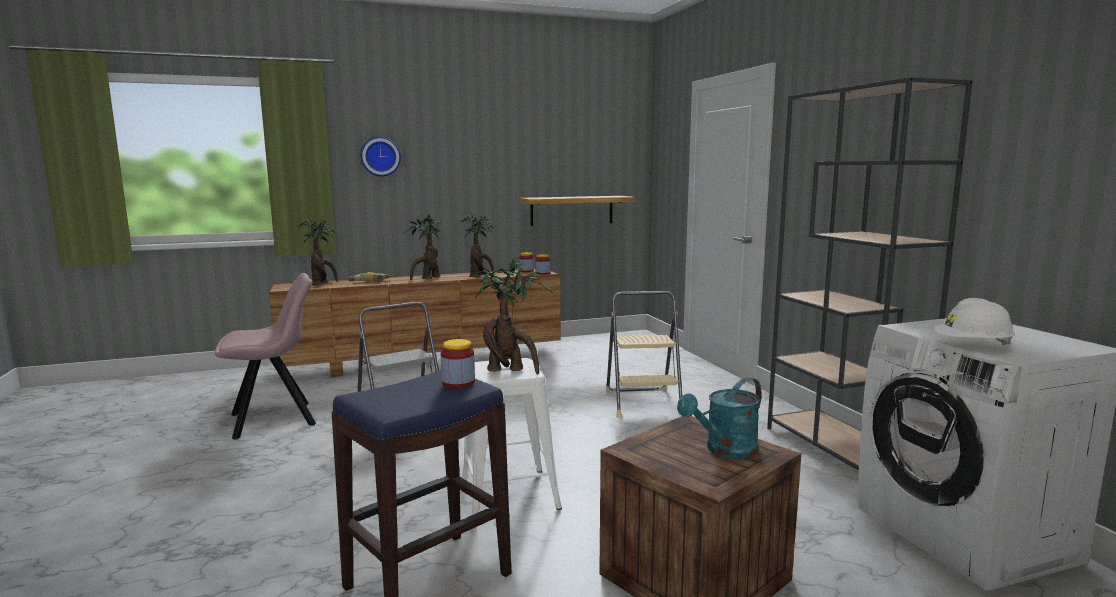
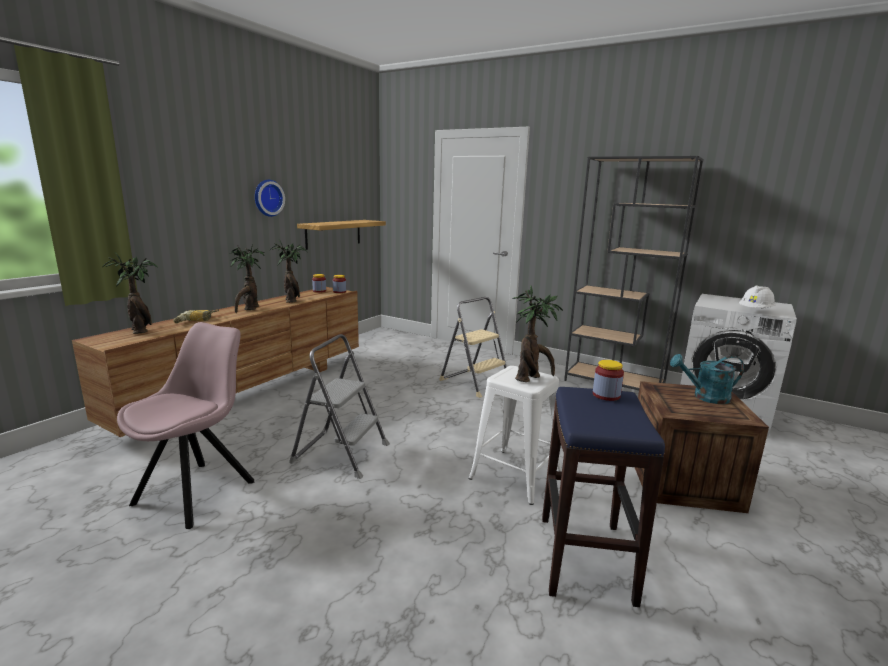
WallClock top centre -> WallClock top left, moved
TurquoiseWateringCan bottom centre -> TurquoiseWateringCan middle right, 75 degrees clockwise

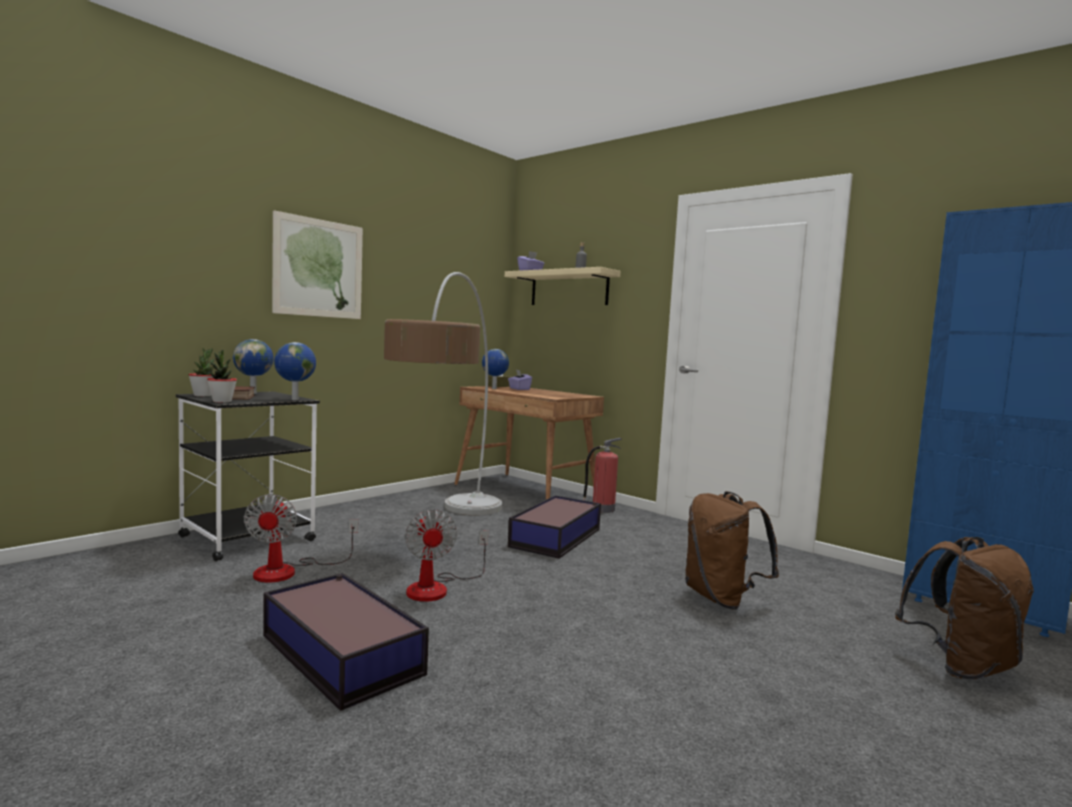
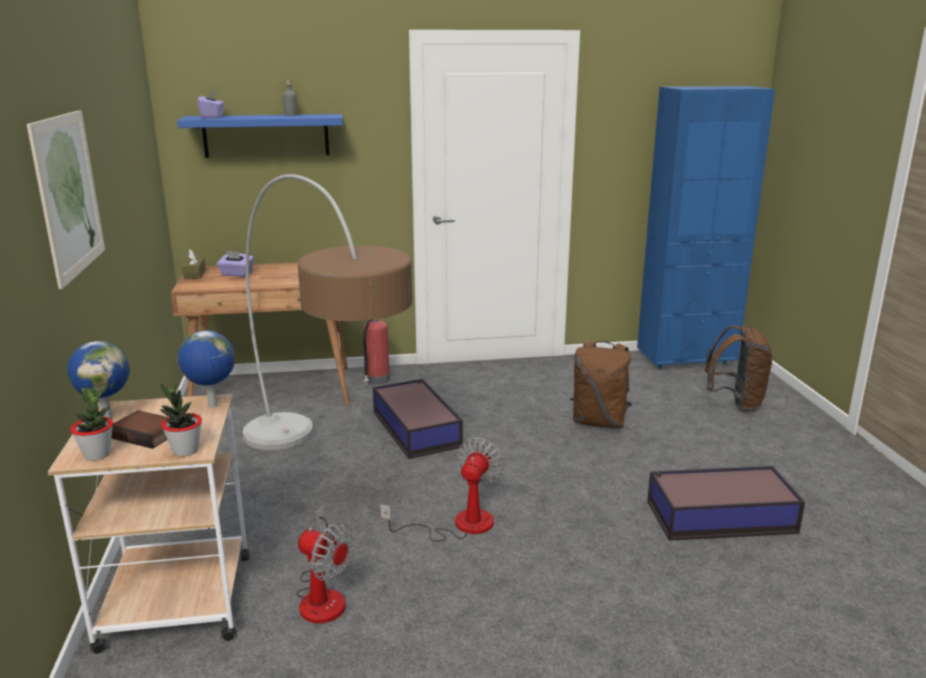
BeigeShelf centre -> BlueShelf top left
Globe (3rd from left) centre -> none
BlackCart middle left -> BeigeCart bottom left
Fan (2nd from left) bottom centre, 90 degrees counterclockwise
StorageBox (1st from left in the first image) bottom left -> StorageBox (2nd from left) bottom right, moved

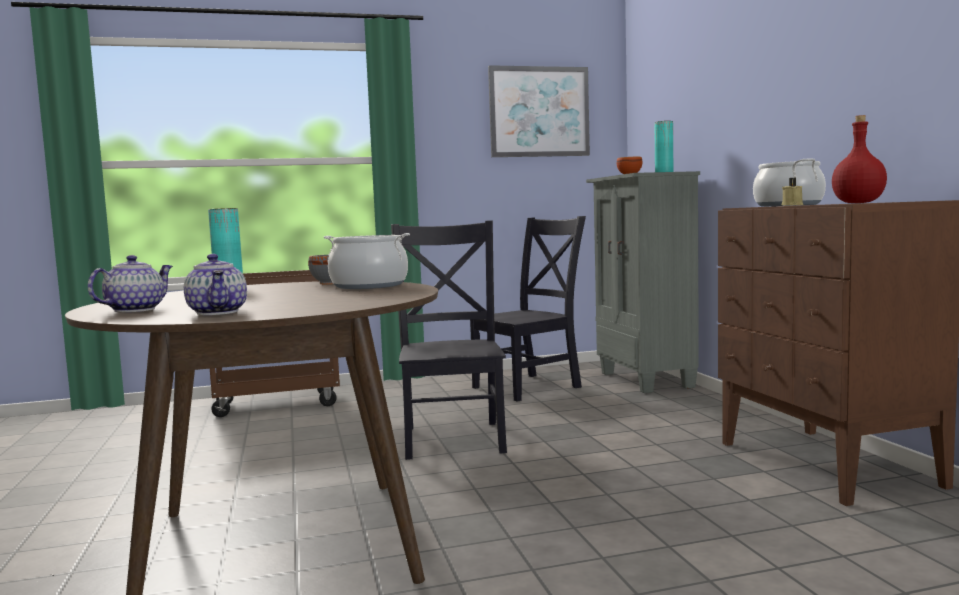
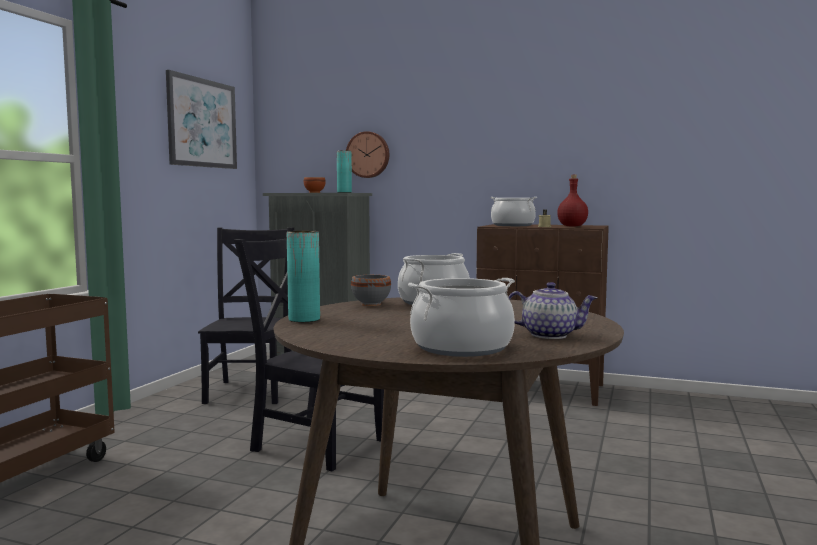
Teapot (1st from left) middle left -> CookingPot (2nd from left) centre
none -> WallClock top centre

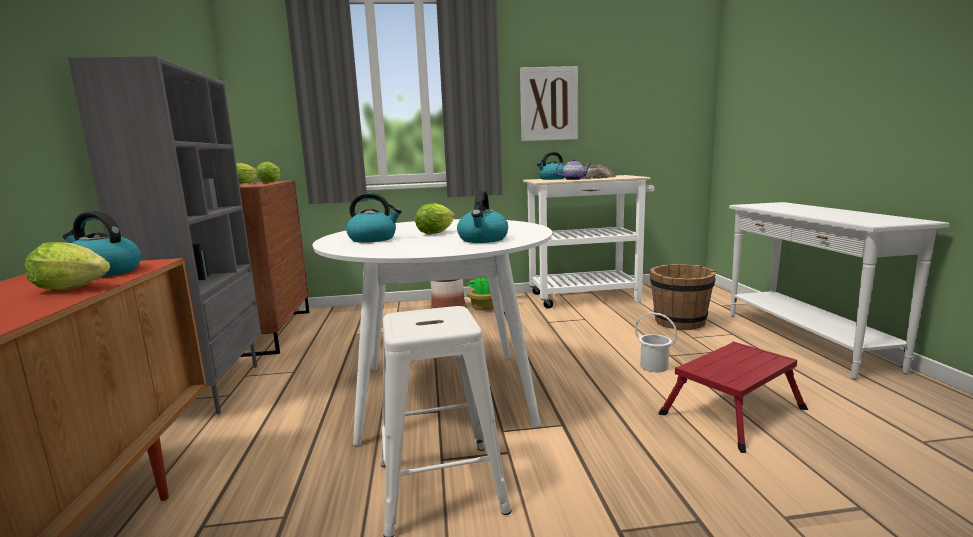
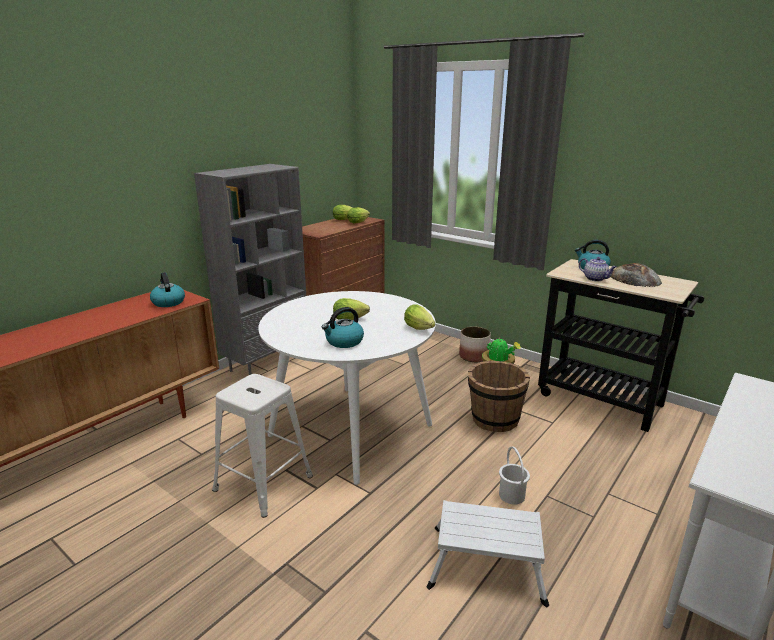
Picture top centre -> none
WhiteCart centre -> BlackCart middle right
Kettle (2nd from left) centre -> none
Lettuce (1st from left in the first image) middle left -> Lettuce (4th from left) centre, moved
BrownBucket middle right -> BrownBucket centre, moved
RedStepLadder bottom right -> WhiteStepLadder bottom centre

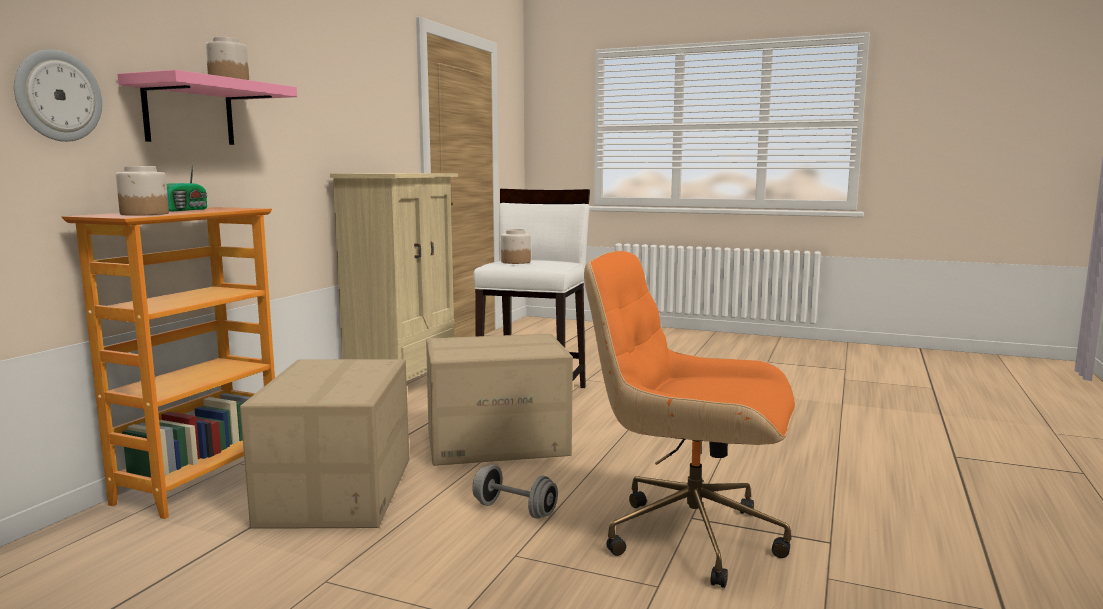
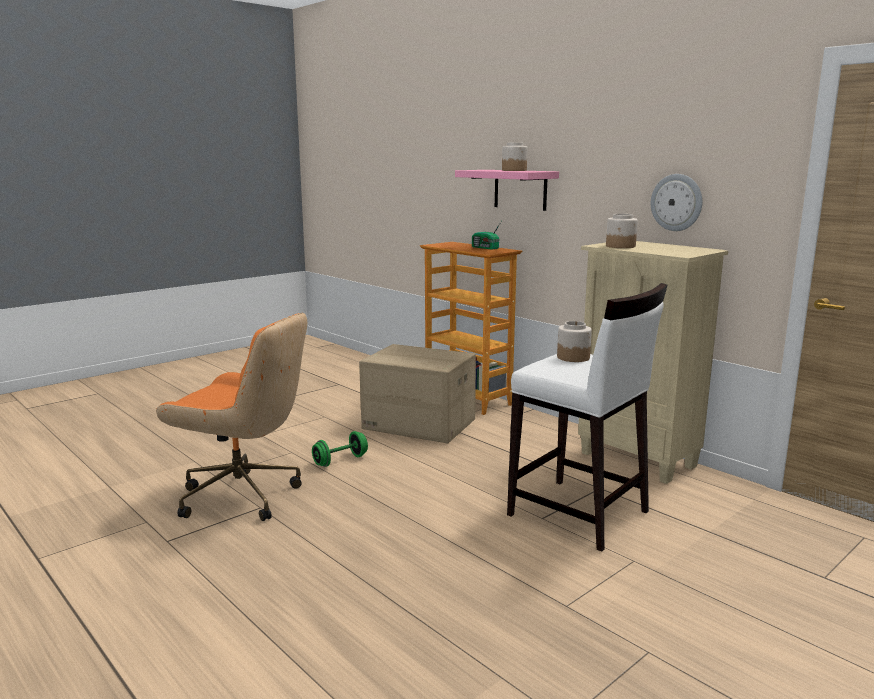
WallClock top left -> WallClock top right, moved
Jar (1st from left in the first image) top left -> Jar (3rd from left) top right, moved
OrangeOfficeChair bottom centre -> OrangeOfficeChair middle left, 60 degrees clockwise
CardboardBox (2nd from left) centre -> none
GreyDumbbell bottom centre -> GreenDumbbell centre

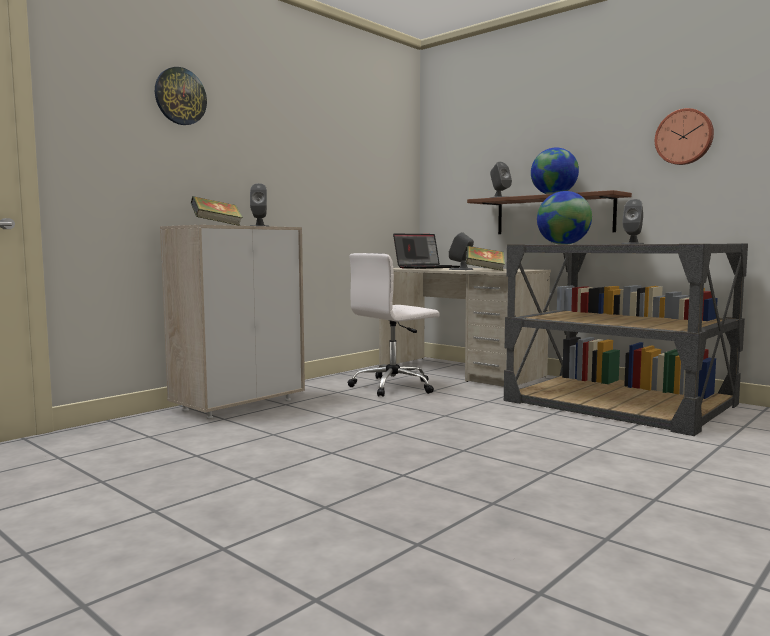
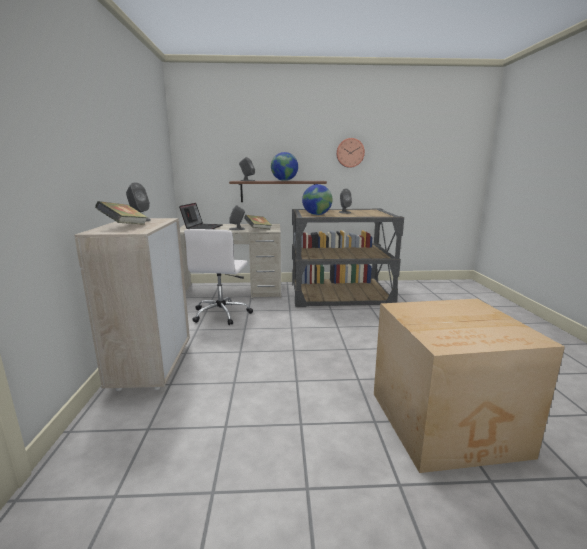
WallClock (1st from left) top left -> none
none -> CardboardBox bottom right

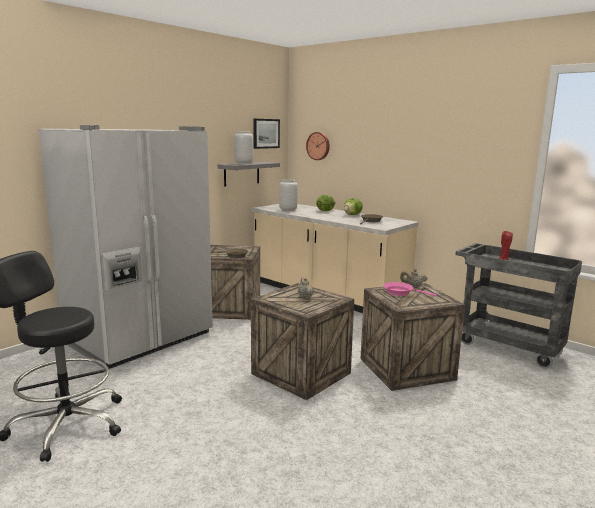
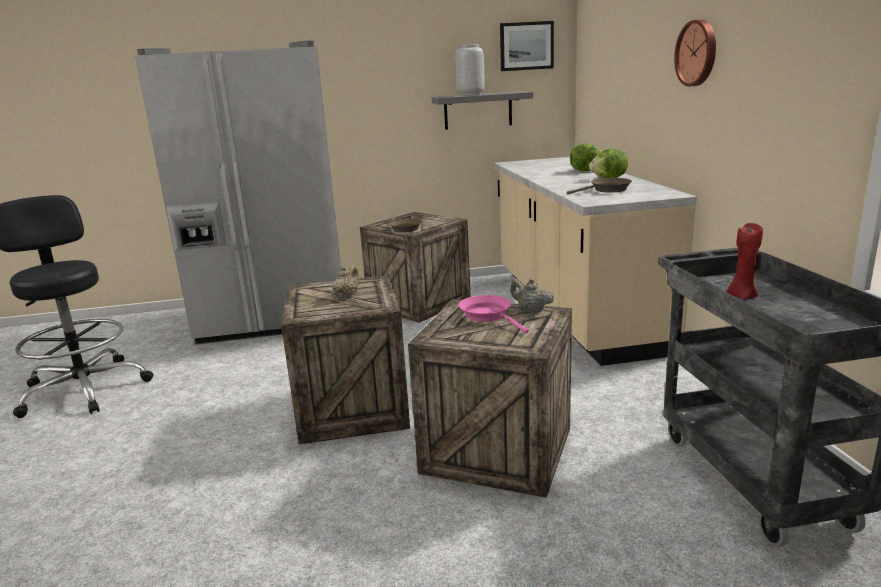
WallClock top centre -> WallClock top right, moved
GreyVase (2nd from left) centre -> none

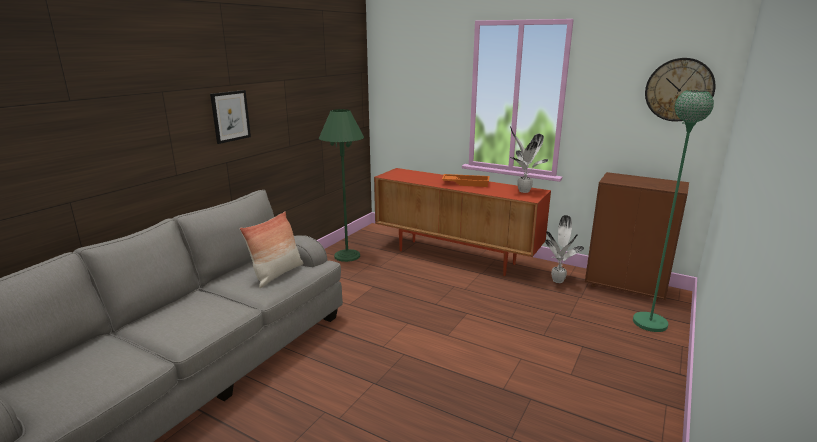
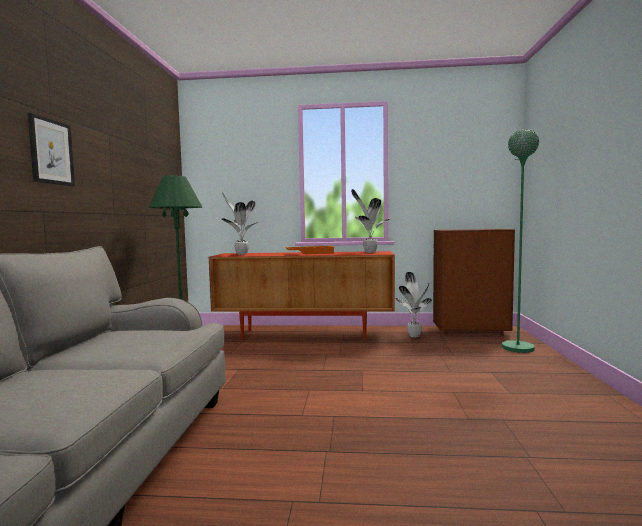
WallClock top right -> none
Pillow middle left -> none
none -> PottedPlant (1st from left) centre

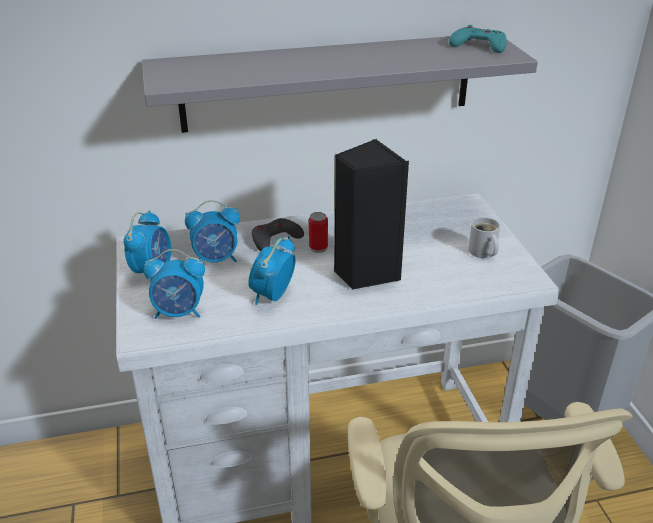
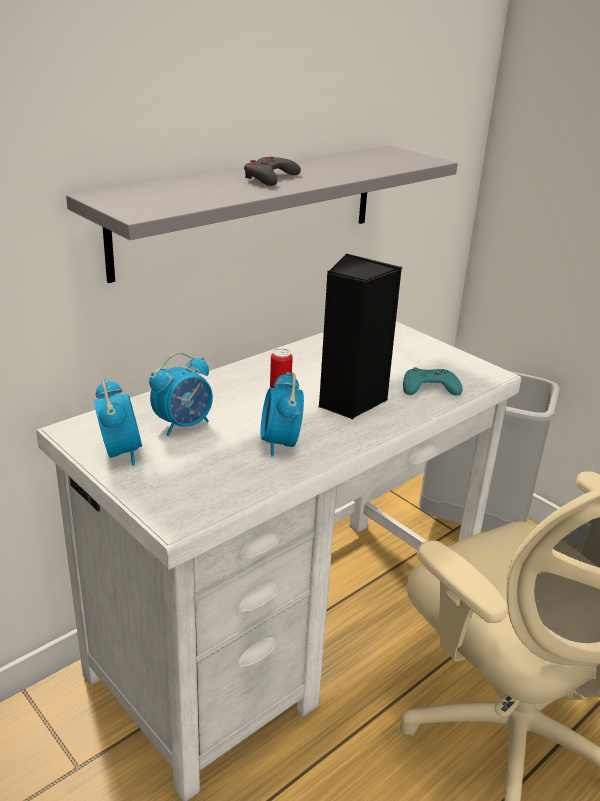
TurquoiseGameController top right -> TurquoiseGameController middle right, moved
WhiteMug middle right -> none
GreyGameController centre -> GreyGameController top centre, moved
AlarmClock (2nd from left) middle left -> none

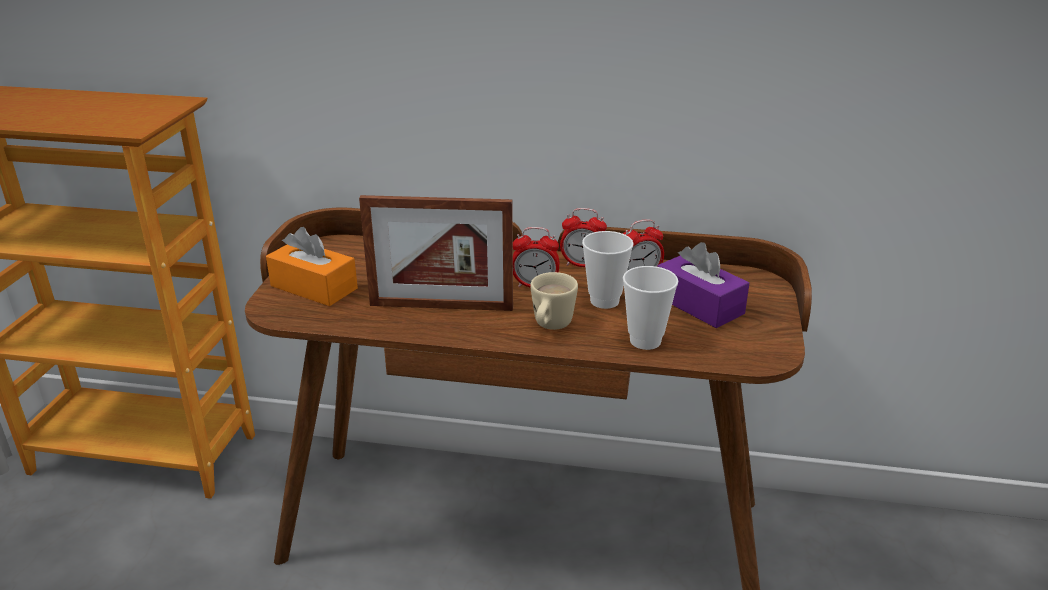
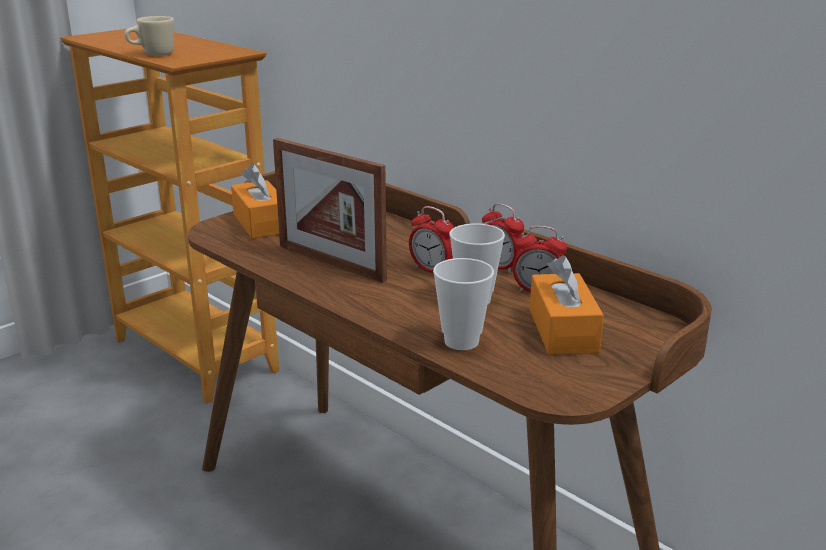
PurpleTissueBox middle right -> OrangeTissueBox (2nd from left) middle right
BeigeMug centre -> BeigeMug top left, moved

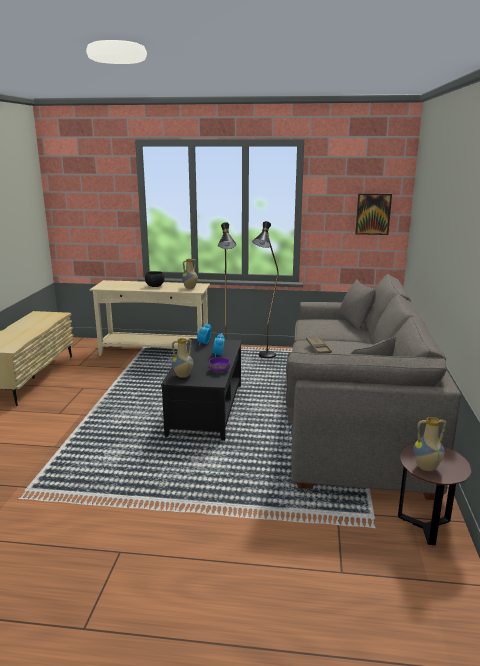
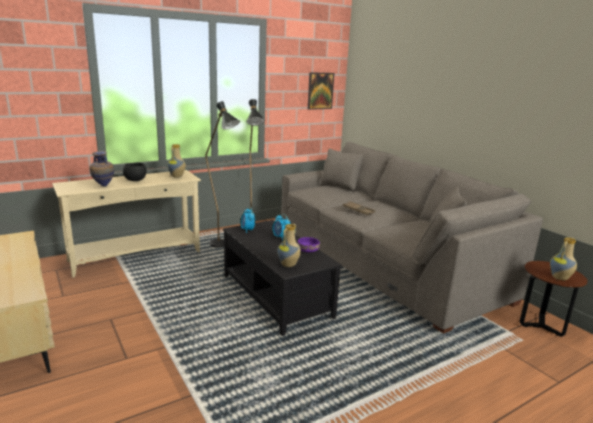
none -> Vase (1st from left) middle left

